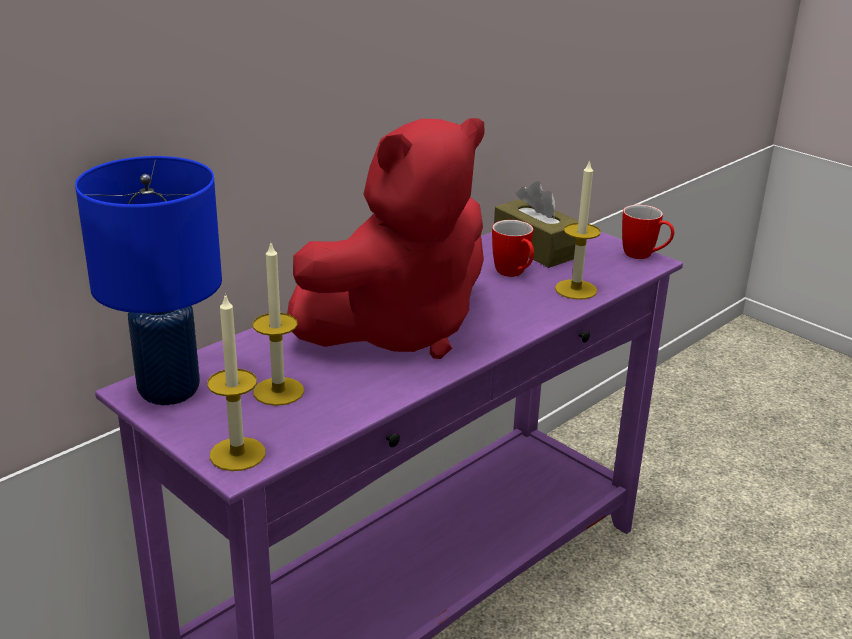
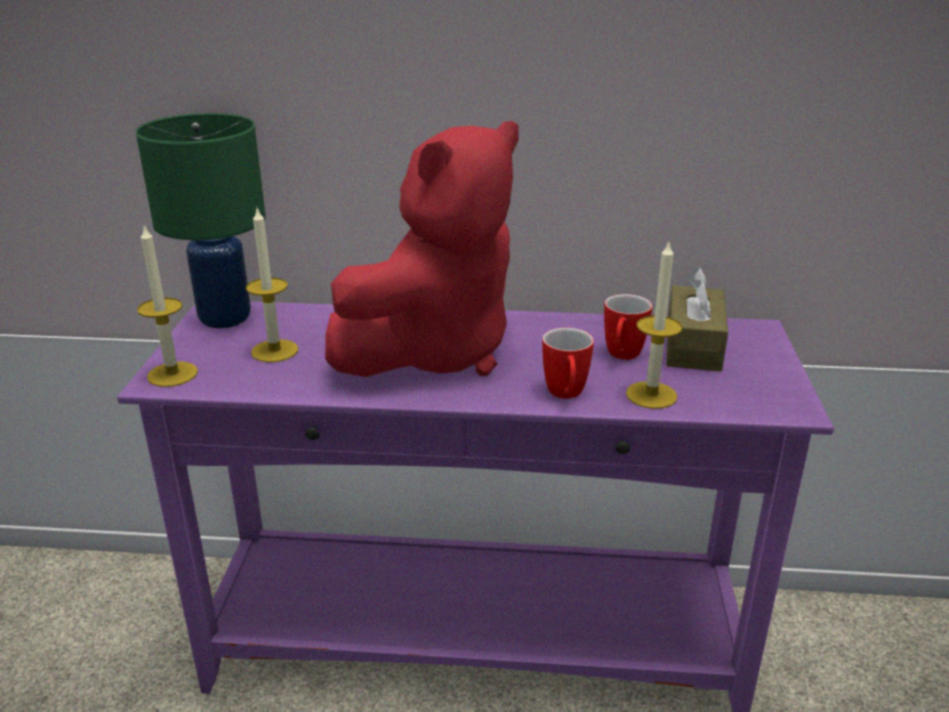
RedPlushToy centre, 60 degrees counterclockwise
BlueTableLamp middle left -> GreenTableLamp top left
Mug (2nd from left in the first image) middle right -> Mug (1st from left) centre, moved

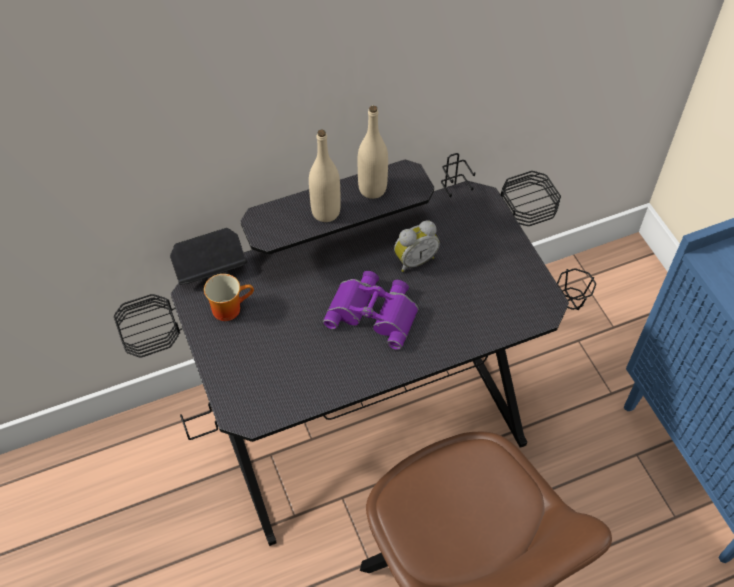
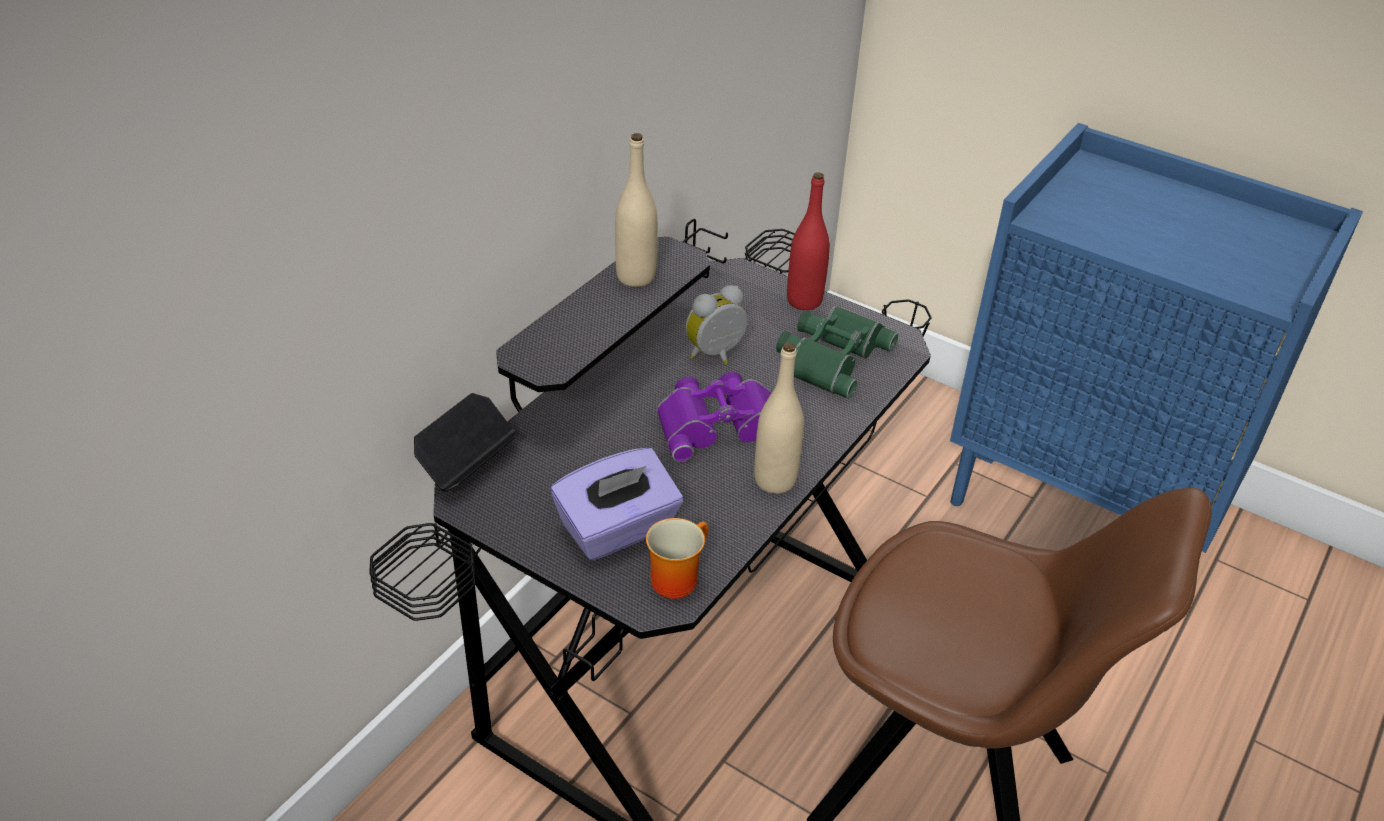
BeigeBottle (1st from left in the first image) top centre -> BeigeBottle (2nd from left) centre, moved
AlarmClock centre, 150 degrees counterclockwise
Mug middle left -> Mug bottom centre, moved
none -> RedBottle top centre
none -> GreenBinoculars centre
none -> PurpleTissueBox centre

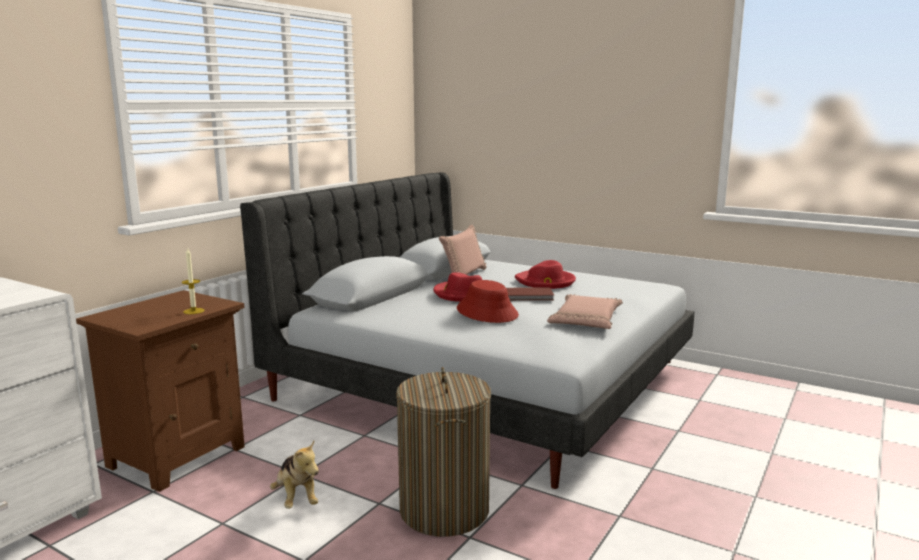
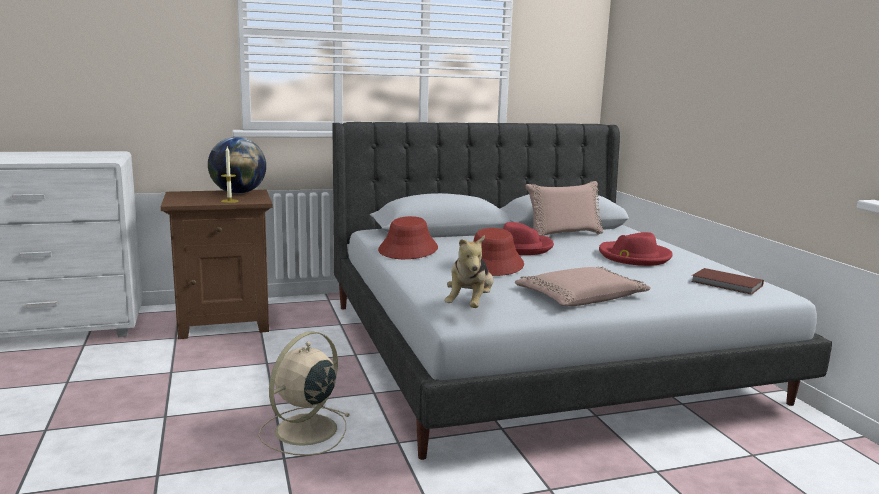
BrownBook centre -> BrownBook middle right, moved
LaundryBasket bottom centre -> BeigeFan bottom centre
PlushToy bottom left -> PlushToy centre, moved
none -> Globe middle left
none -> RedHat (1st from left) centre

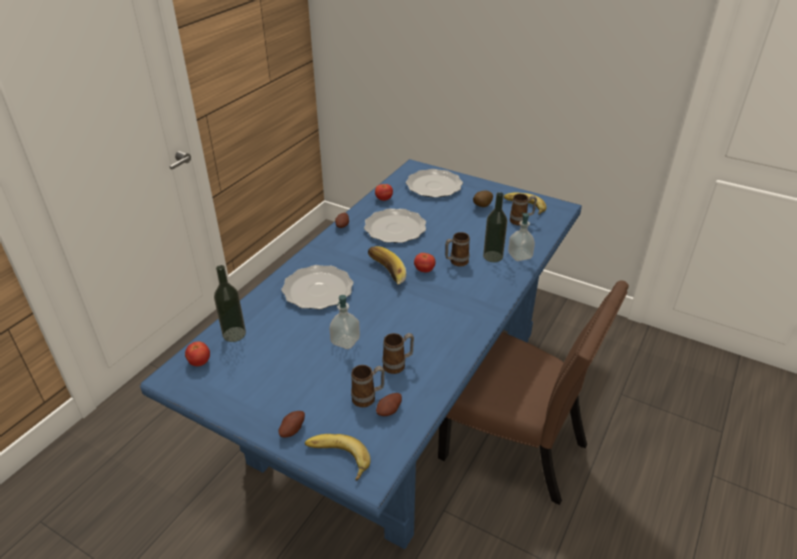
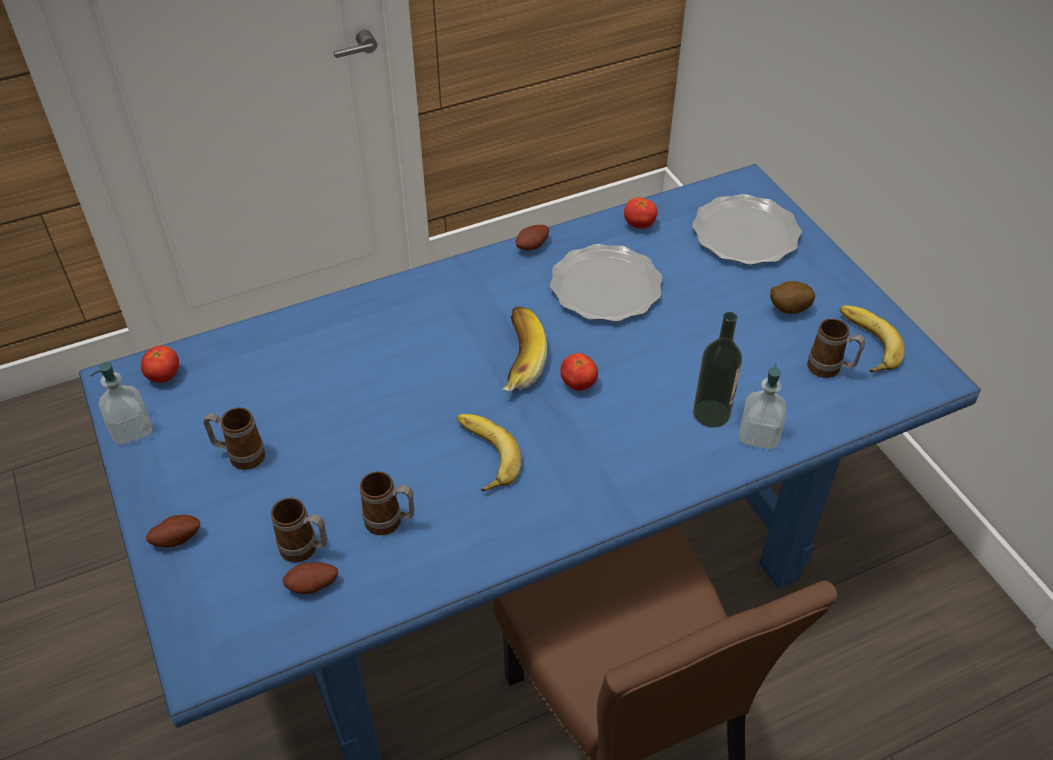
Mug (3rd from left in the first image) centre -> Mug (1st from left) middle left, moved
Bottle (1st from left) middle left -> none
Plate (1st from left) centre -> none
SoapDispenser (1st from left) centre -> SoapDispenser (1st from left) middle left, moved
Banana (1st from left) bottom centre -> Banana (1st from left) centre, moved

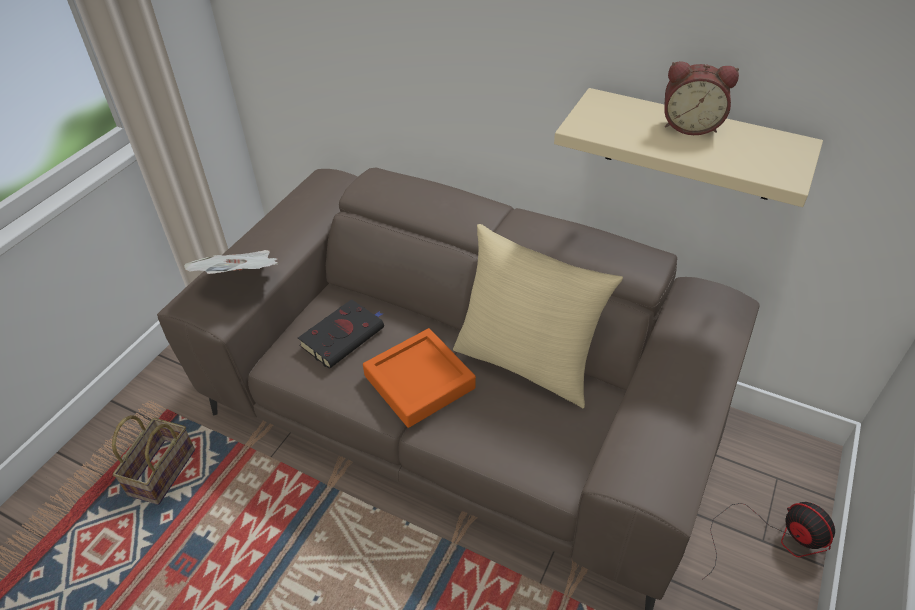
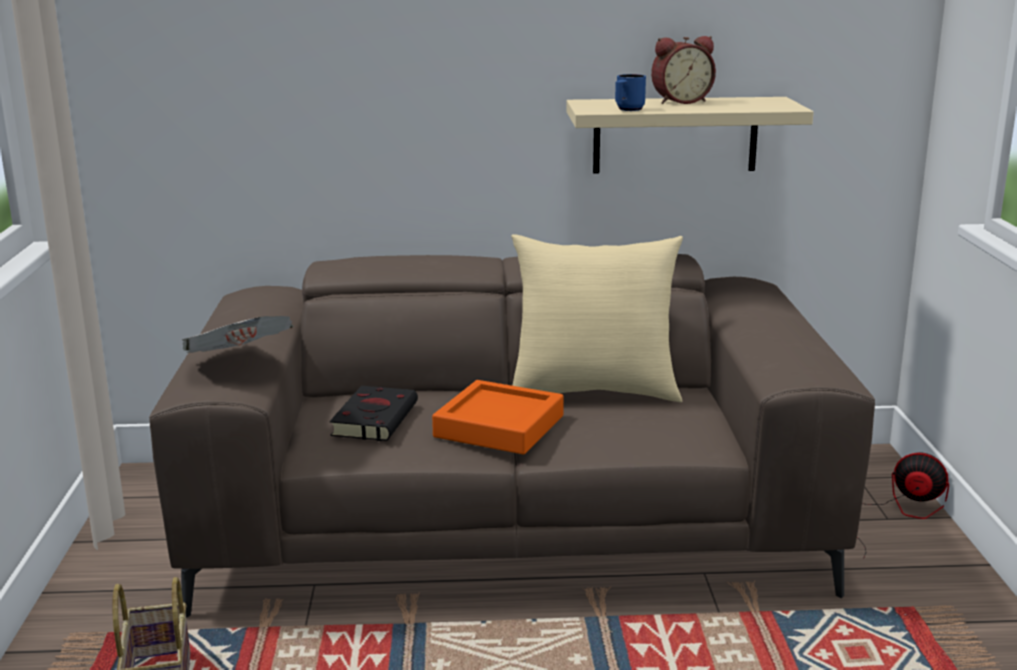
none -> BlueMug top centre

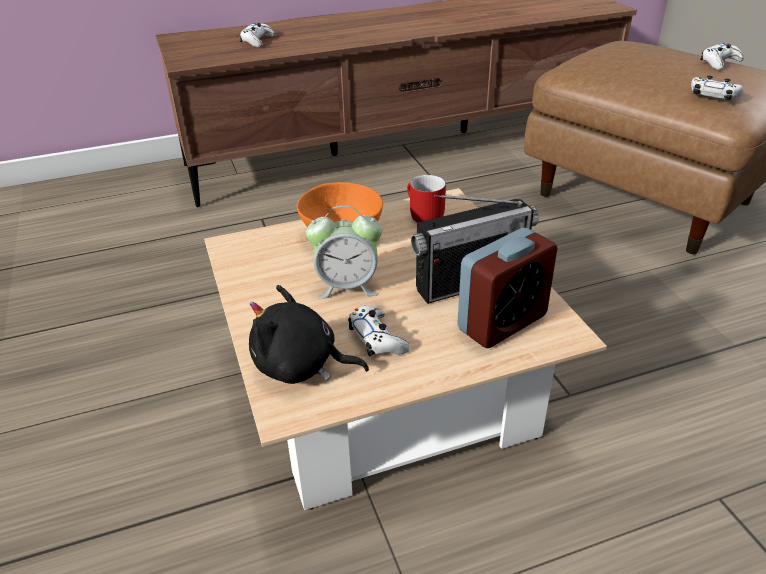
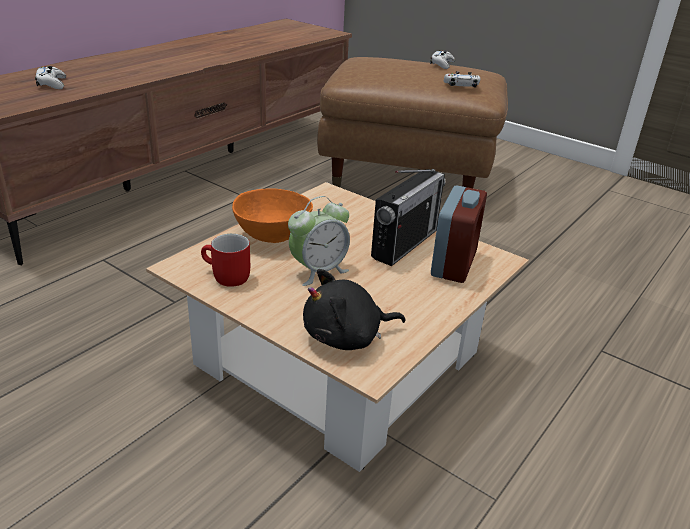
RedMug centre -> RedMug middle left, moved
WhiteGameController (2nd from left) centre -> none

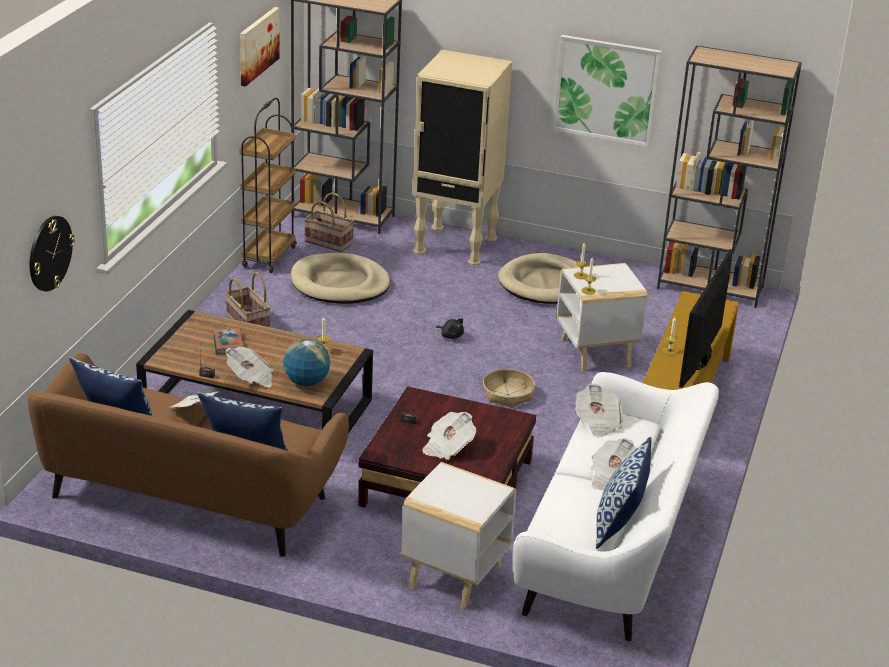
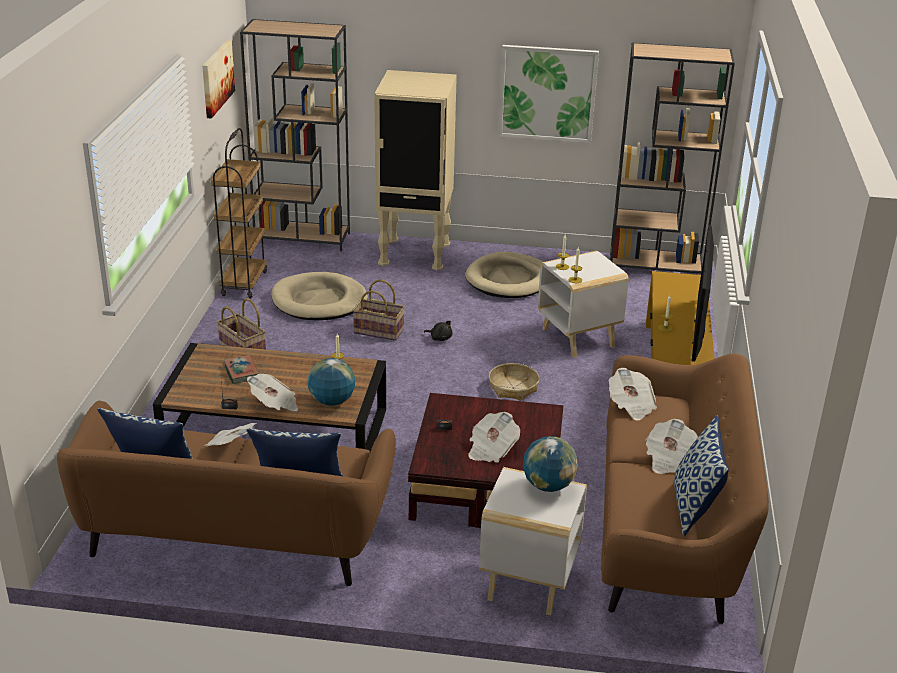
Basket (2nd from left) top centre -> Basket (2nd from left) centre, moved
WallClock middle left -> none
WhiteSofa bottom right -> BrownSofa (2nd from left) bottom right
none -> Globe (2nd from left) bottom centre

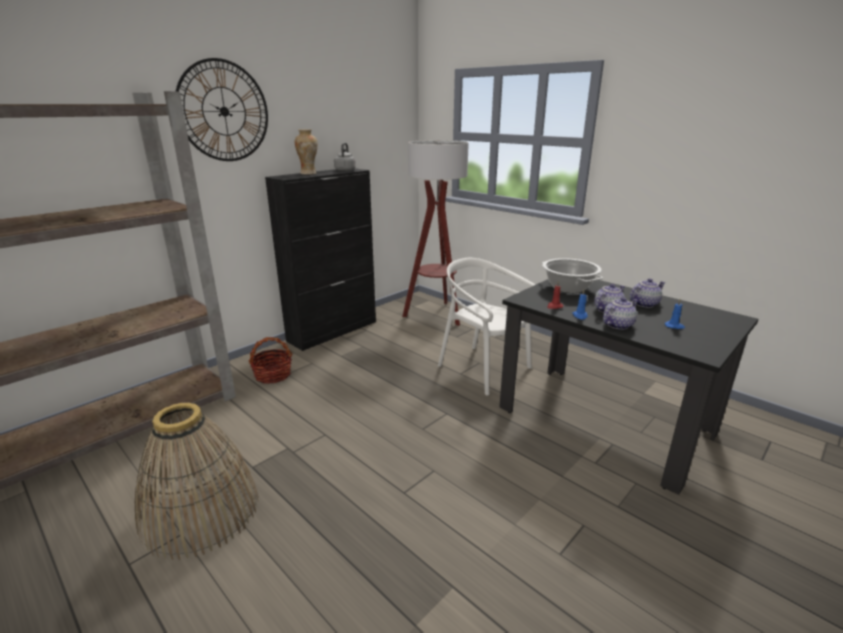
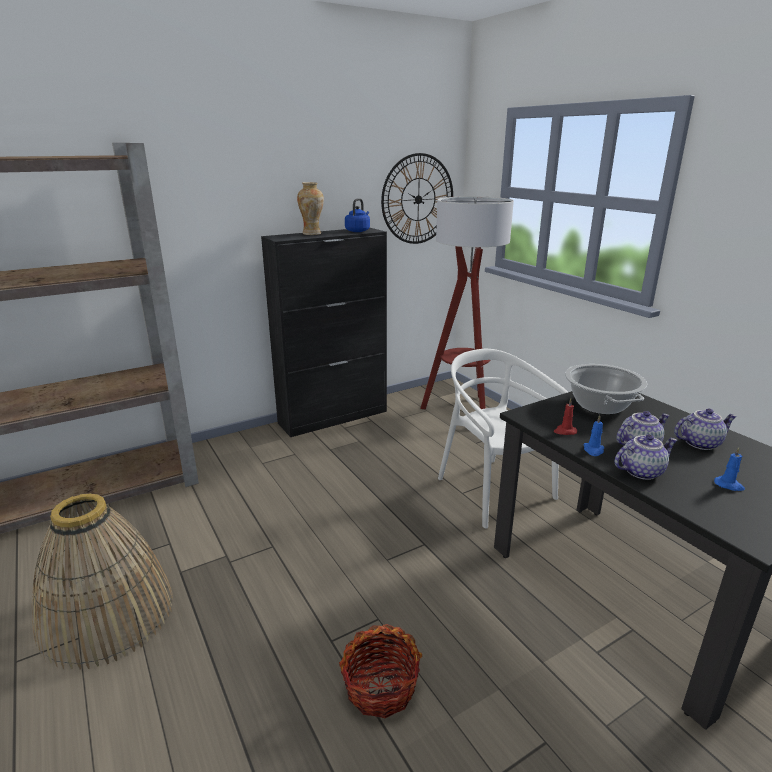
WallClock top left -> WallClock top centre, moved
GreyKettle top centre -> BlueKettle top centre
Basket (2nd from left) middle left -> Basket (2nd from left) bottom centre, moved

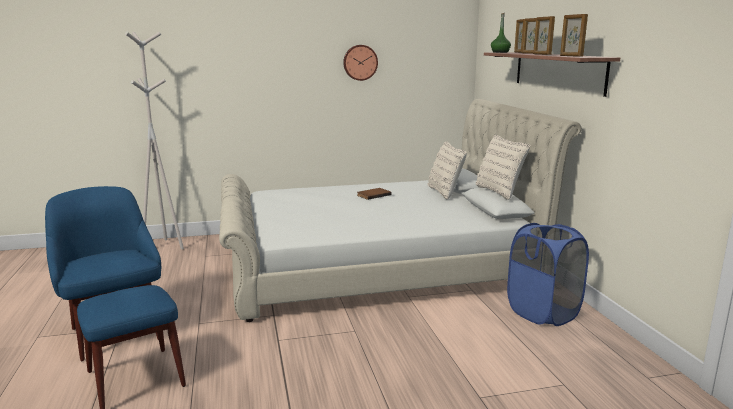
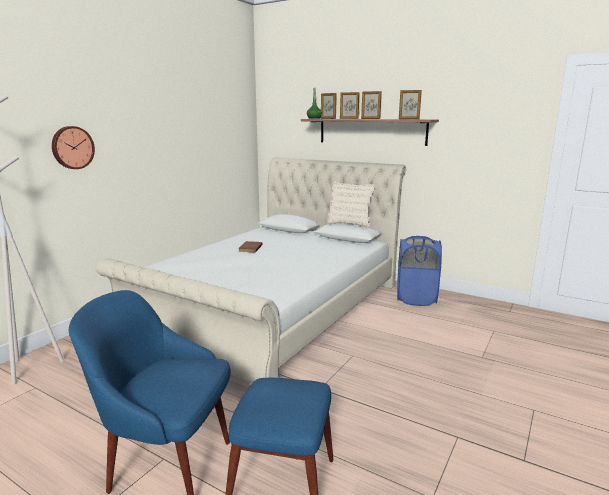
WallClock top centre -> WallClock top left, moved
BeigePillow (1st from left) centre -> none

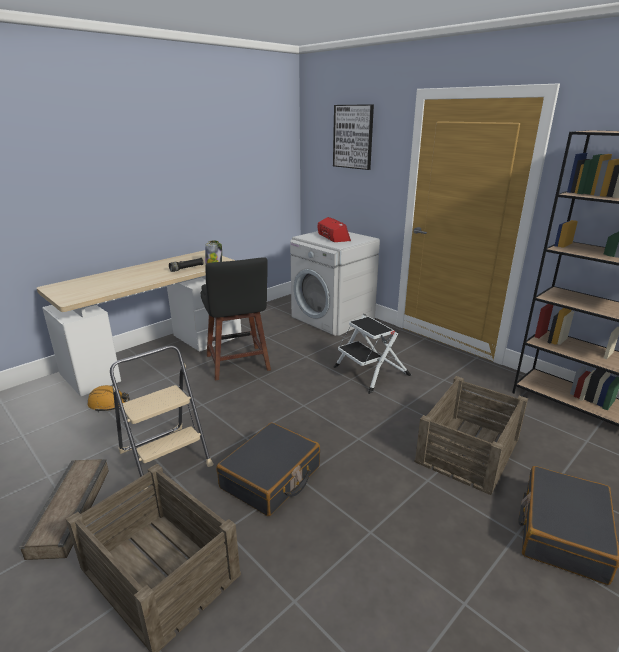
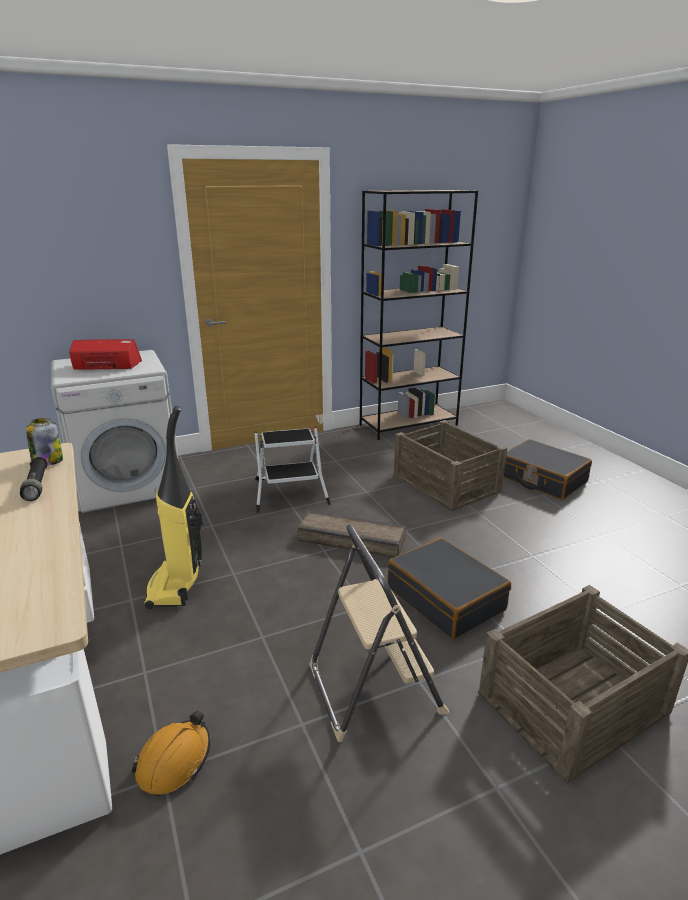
Picture top centre -> none
BlackStool centre -> VacuumCleaner middle left
Crate (1st from left) bottom left -> Crate (1st from left) centre, moved

